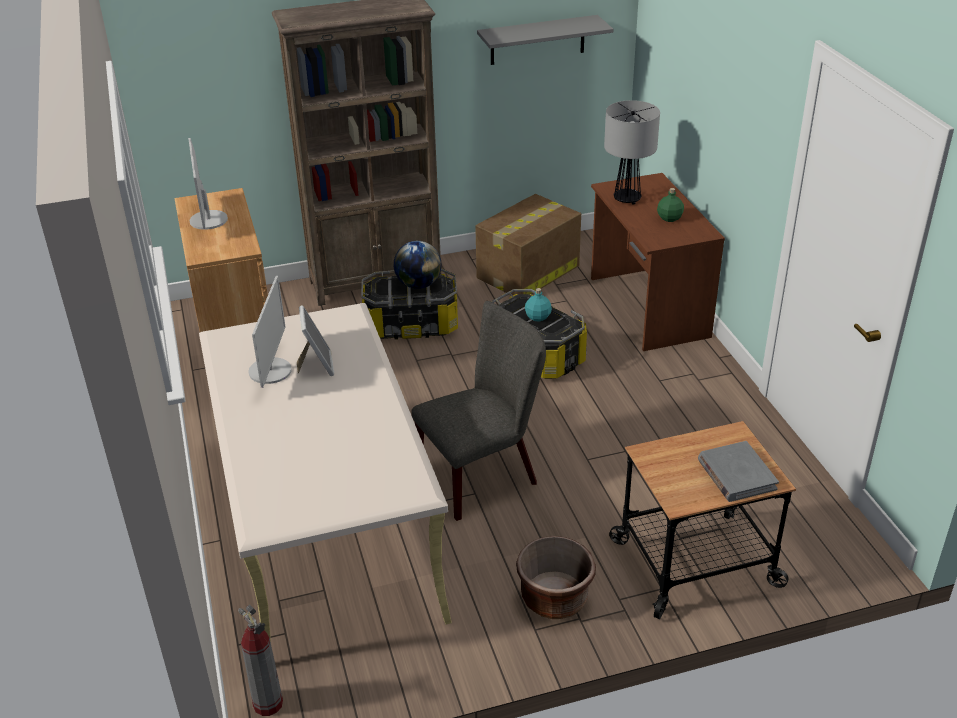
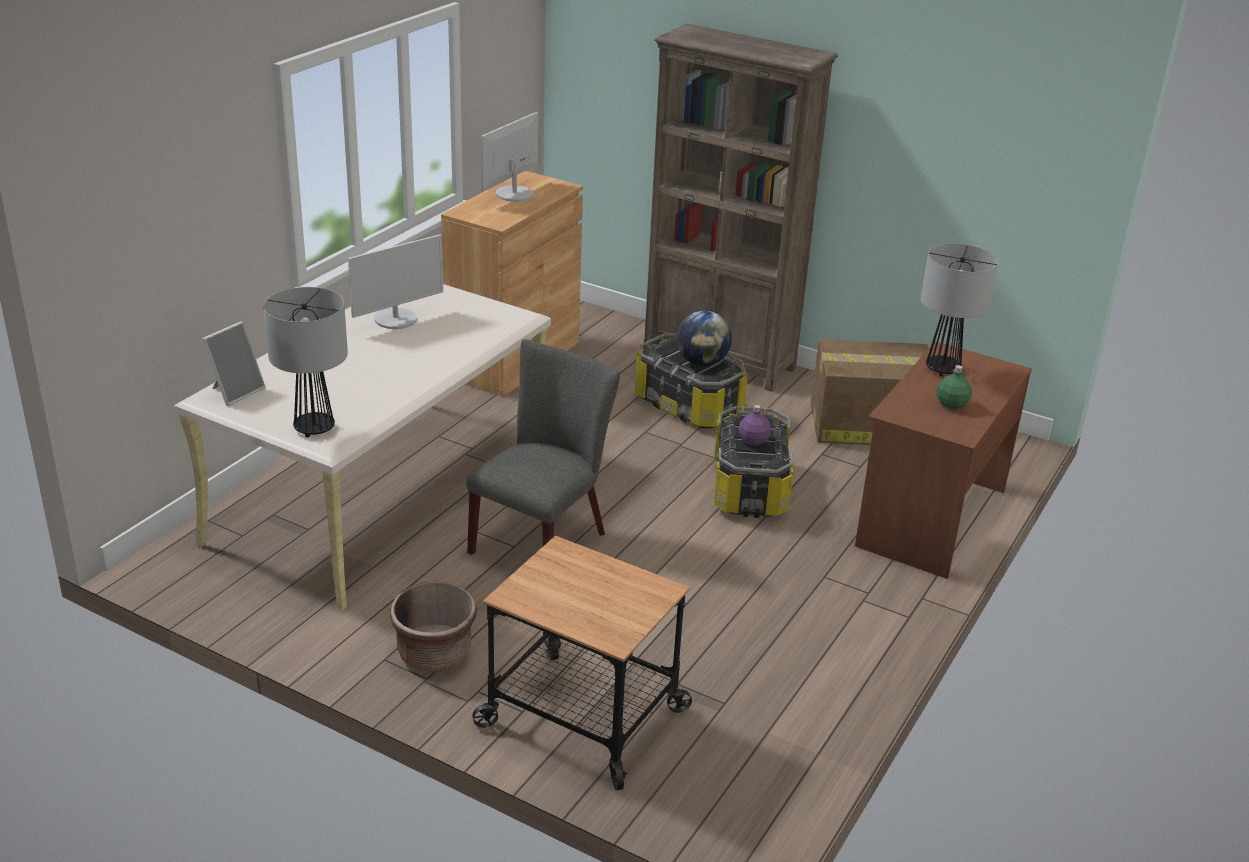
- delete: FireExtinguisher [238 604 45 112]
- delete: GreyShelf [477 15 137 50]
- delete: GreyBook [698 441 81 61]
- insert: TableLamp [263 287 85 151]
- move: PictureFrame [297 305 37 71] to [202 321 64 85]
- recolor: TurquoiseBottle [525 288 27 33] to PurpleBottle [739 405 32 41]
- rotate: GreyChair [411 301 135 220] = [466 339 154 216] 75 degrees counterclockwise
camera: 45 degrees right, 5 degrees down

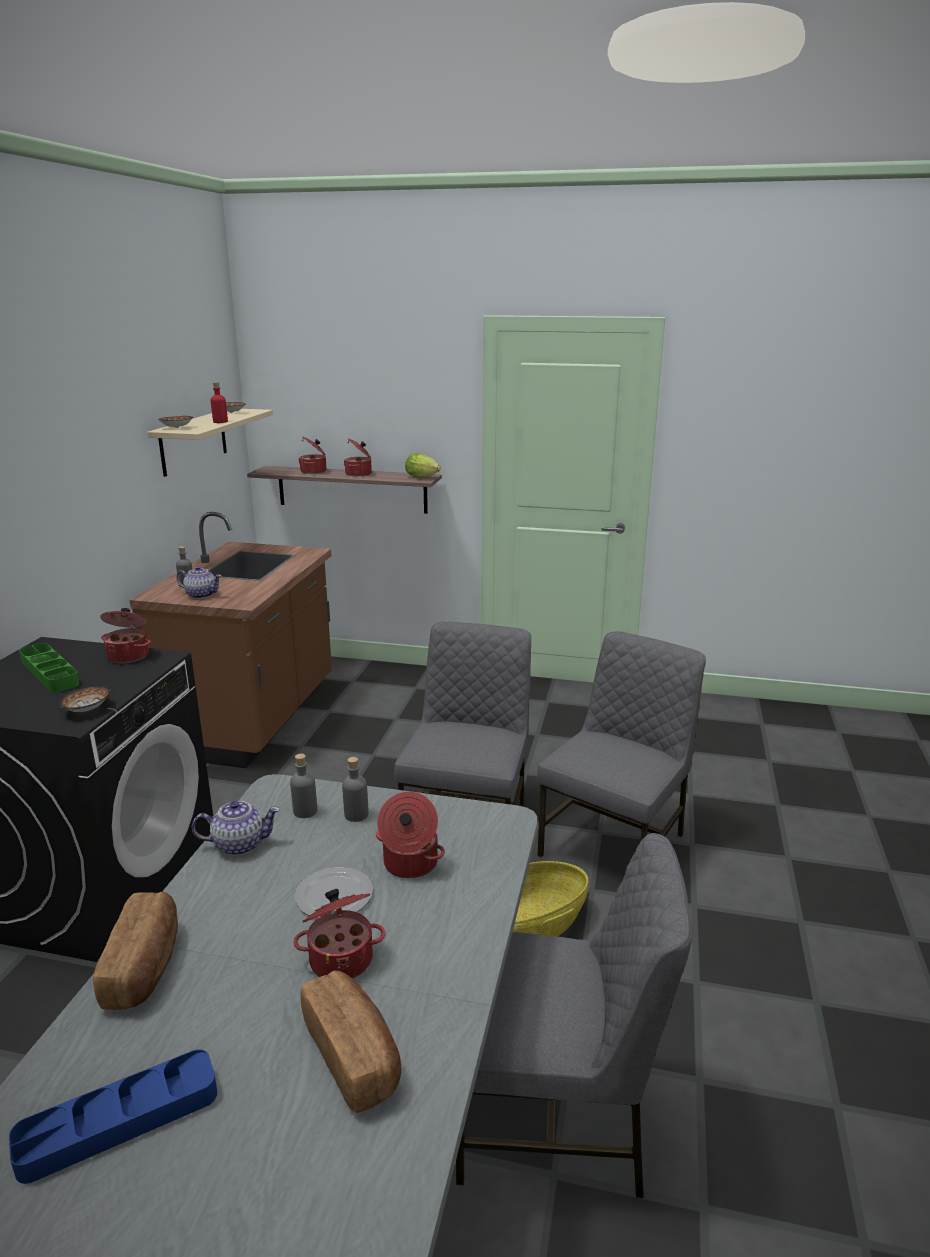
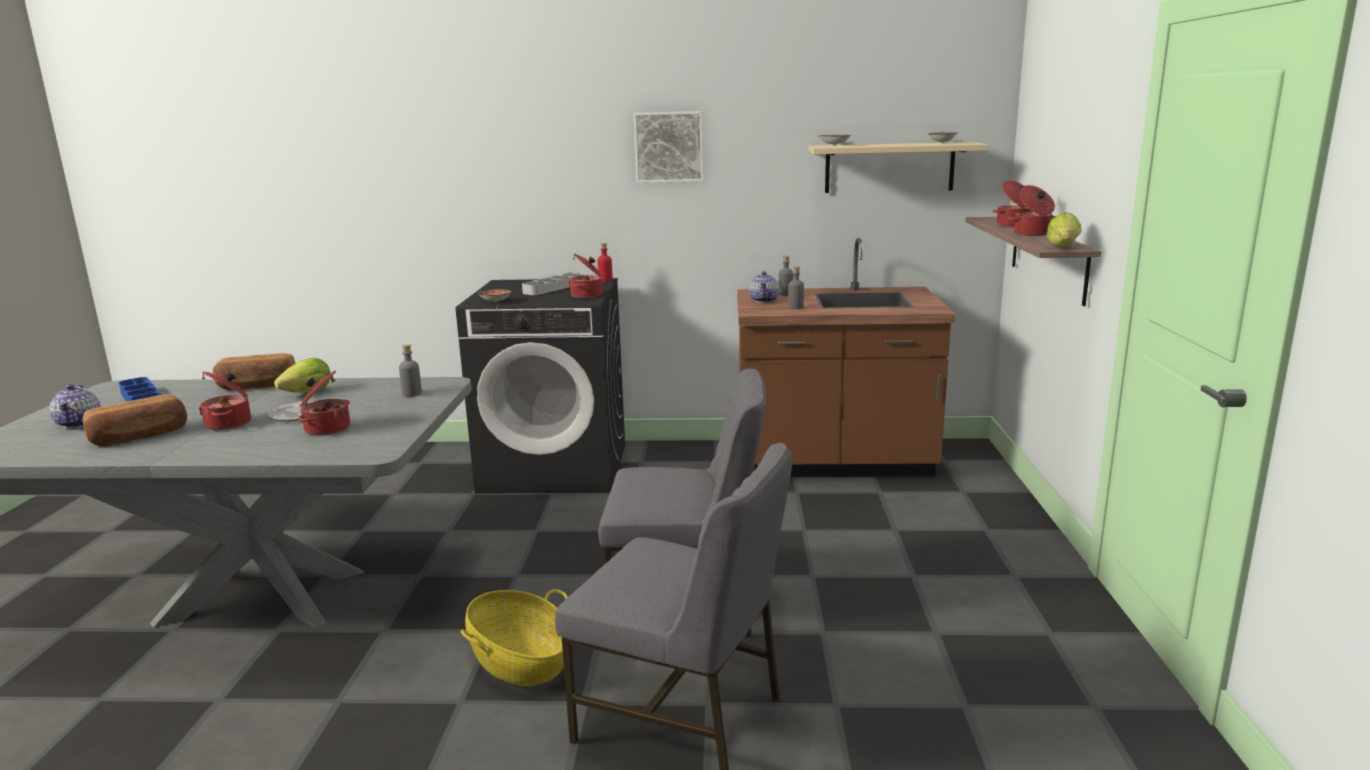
- delete: GreyChair [456 833 236 365]
- insert: Lettuce [274 358 56 35]
- insert: Picture [634 111 70 72]
- move: Teapot [192 801 88 55] to [50 384 51 44]
- move: RedBottle [211 382 17 41] to [597 243 16 40]
- move: GreyBottle [342 757 27 65] to [788 266 16 43]
- recolor: GreenTray [19 643 60 49] to GreyTray [522 272 62 23]
camera: 80 degrees right, 5 degrees down

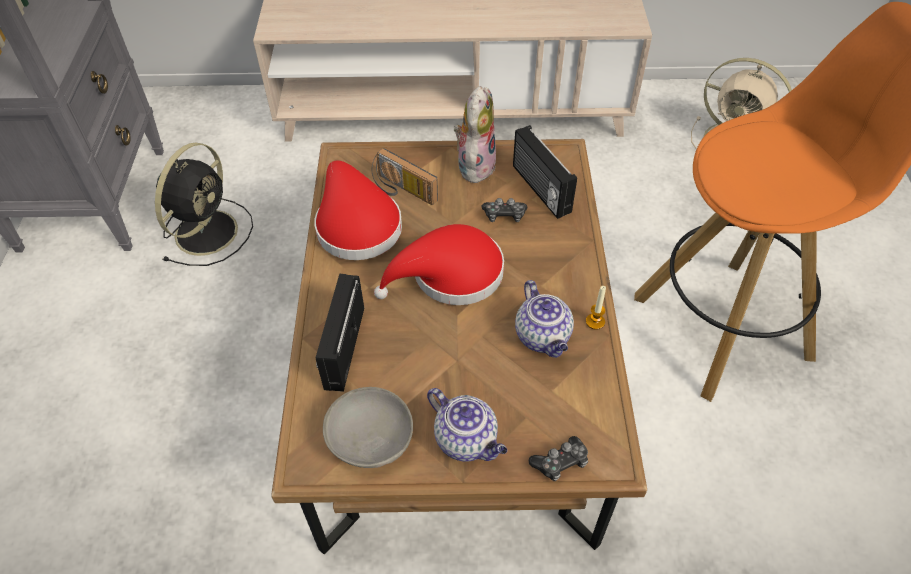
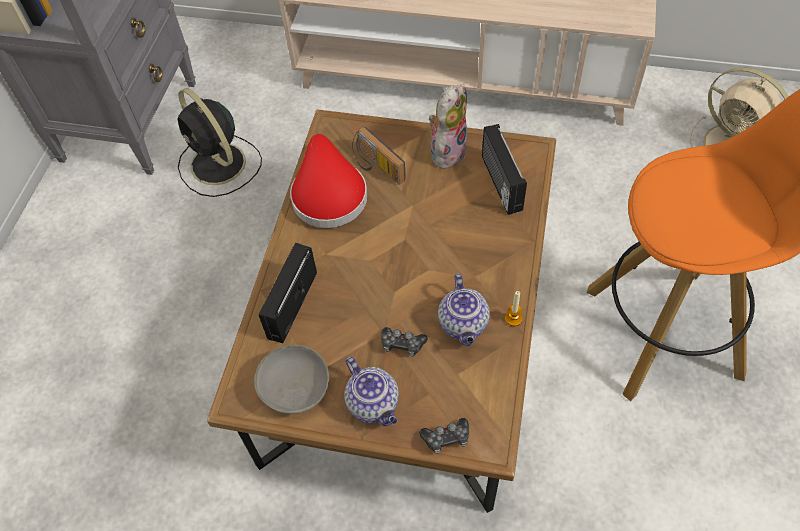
- delete: RedHat [374 224 130 81]
- move: GameController [482 198 45 24] to [381 327 47 30]
- rotate: BlackFan [155 142 98 124] = [178 88 84 109] 105 degrees clockwise
camera: 15 degrees right, 5 degrees up

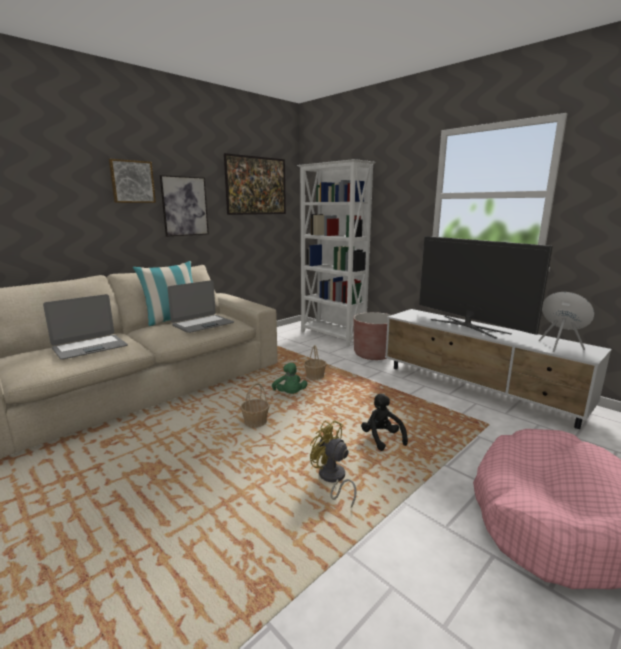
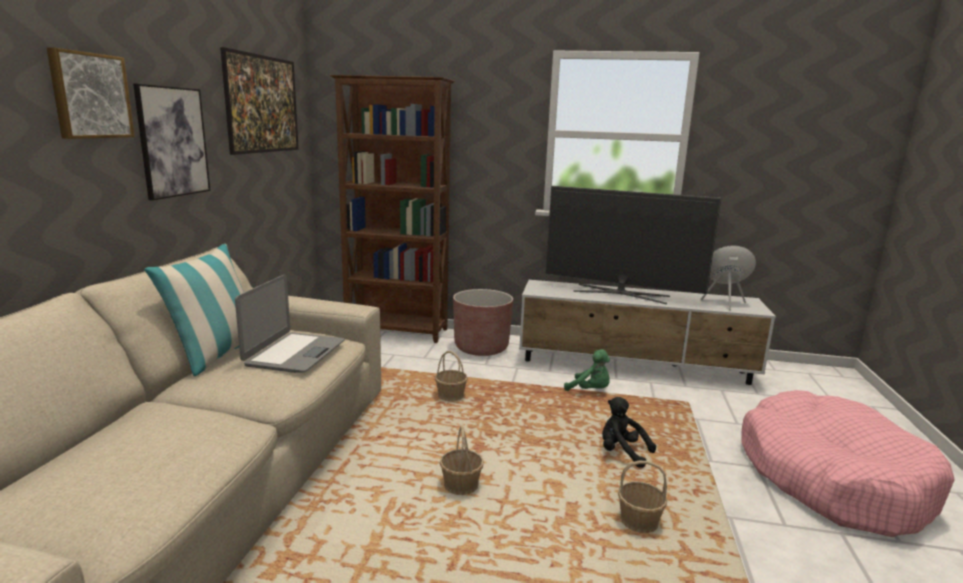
- delete: Laptop [43 294 85 66]
- move: GreenPlushToy [272 363 35 31] to [564 349 46 42]
- replace: YellowFan [310 420 47 88] to Basket [618 461 49 72]
- recolor: WhiteBookcase [297 159 79 188] to BrownBookcase [330 75 125 268]
camera: 35 degrees left, 0 degrees up

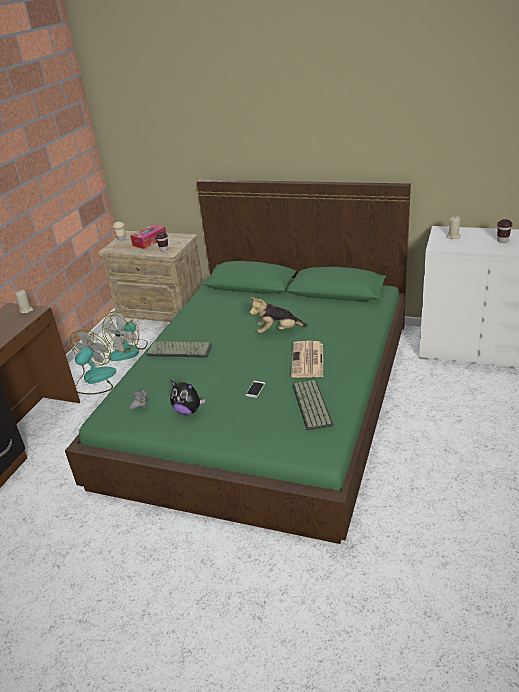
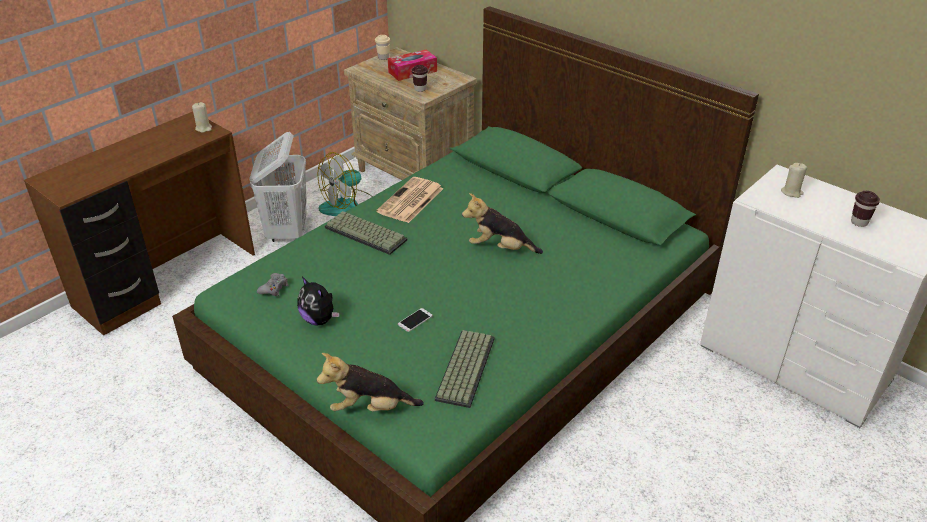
- insert: PlushToy [317 353 107 59]
- move: Newspaper [291 341 32 37] to [376 177 68 46]
- replace: Fan [70 330 47 64] to WhiteLaundryBasket [249 132 58 110]
camera: 20 degrees right, 5 degrees up

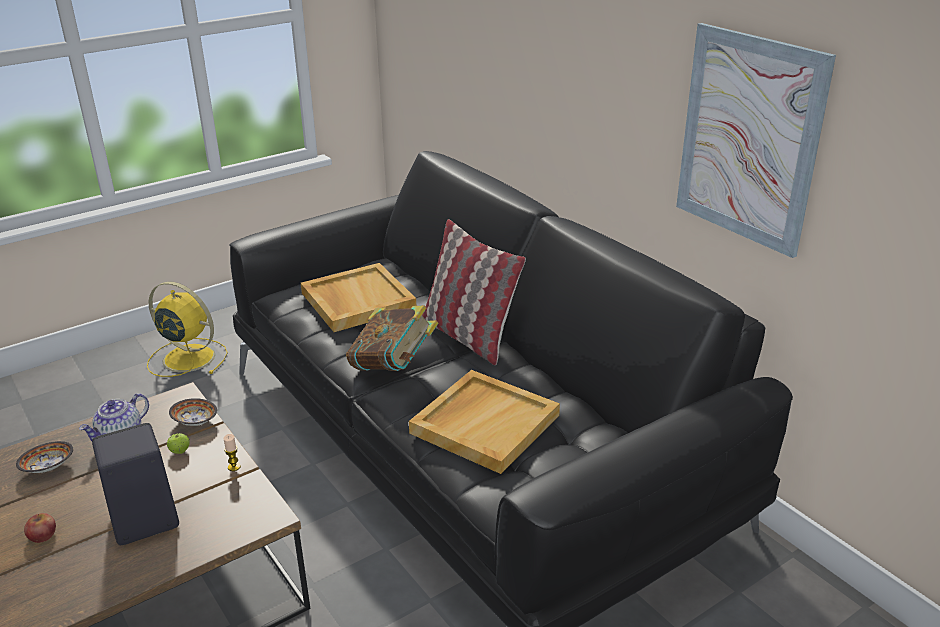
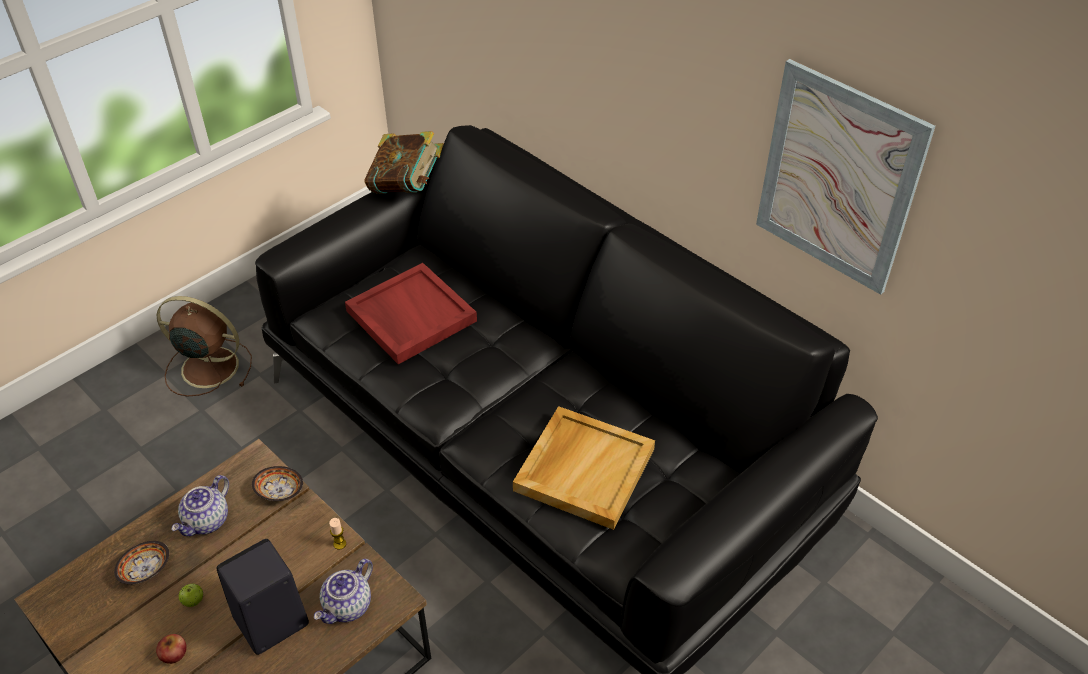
- delete: Pillow [422 219 104 146]
- insert: Teapot [314 559 59 65]
- move: Apple [167 433 23 21] to [179 583 24 24]
- move: Book [346 305 92 66] to [365 131 79 63]
- recolor: YellowFan [147 281 81 96] to BrownFan [157 296 95 101]
- recolor: BeigeTray [301 263 115 69] to RedTray [345 263 132 101]
camera: 10 degrees left, 15 degrees up

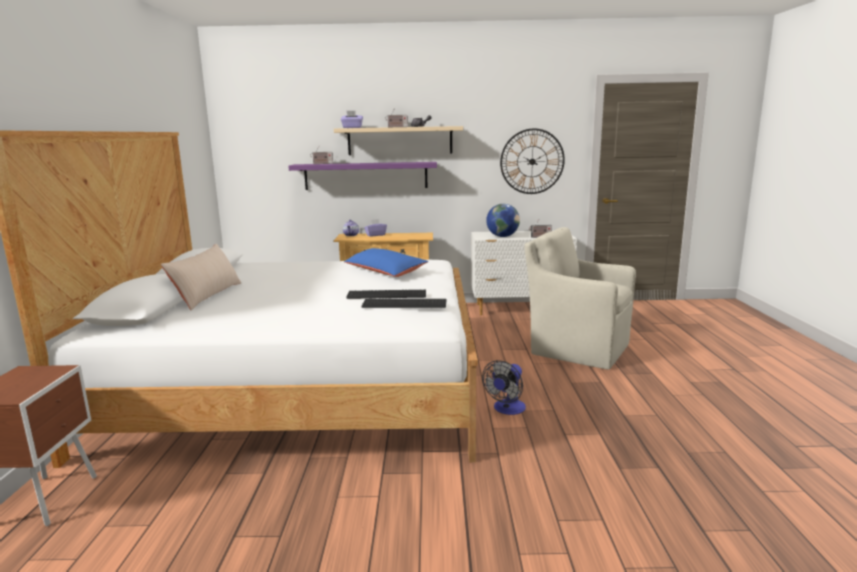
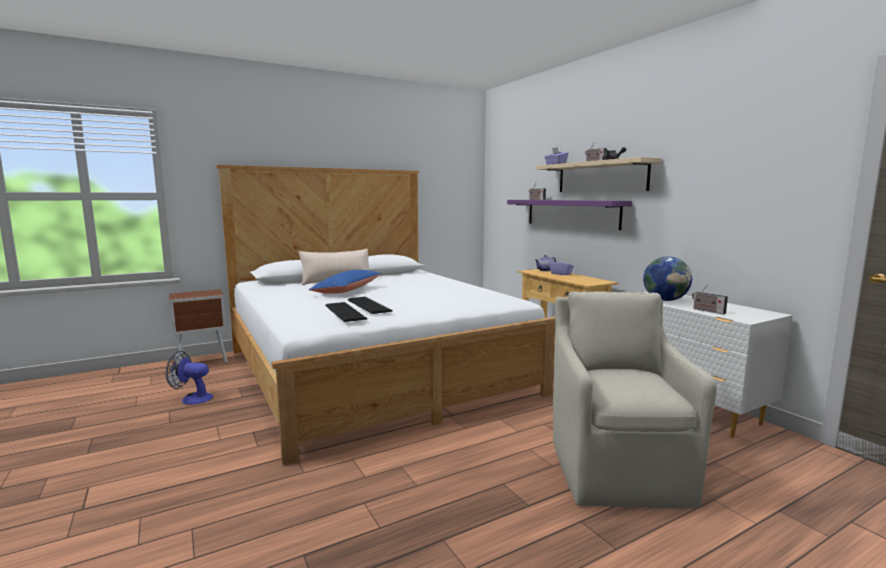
- delete: WallClock [500 128 65 66]
- move: BluePillow [344 248 84 29] to [309 270 73 24]
- move: Fan [482 360 44 55] to [166 351 47 54]
camera: 60 degrees right, 5 degrees down

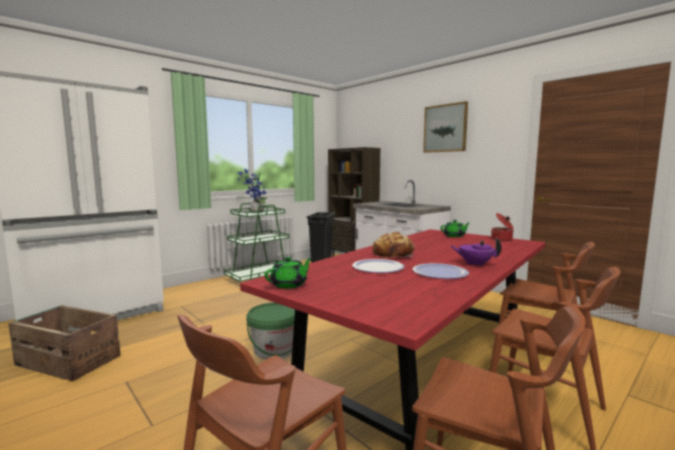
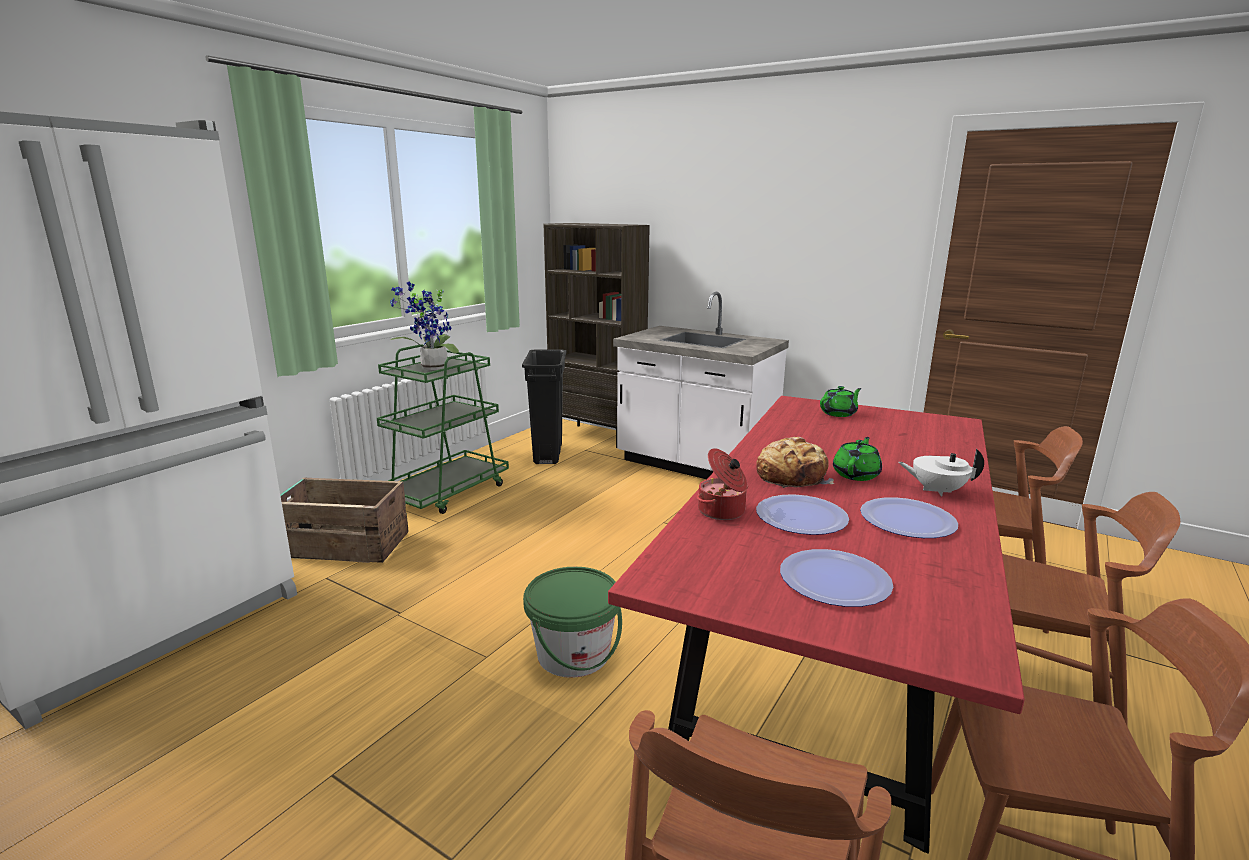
- delete: Picture [423 101 45 52]
- insert: Plate [780 549 113 58]
- move: Crate [8 305 113 76] to [280 478 129 85]
- move: GreenTeapot [264 257 48 32] to [833 437 49 44]
- move: CookingPot [491 213 23 28] to [696 448 52 72]
- recolor: PurpleTeapot [451 238 51 28] to WhiteTeapot [898 449 86 47]
camera: 15 degrees left, 10 degrees up

